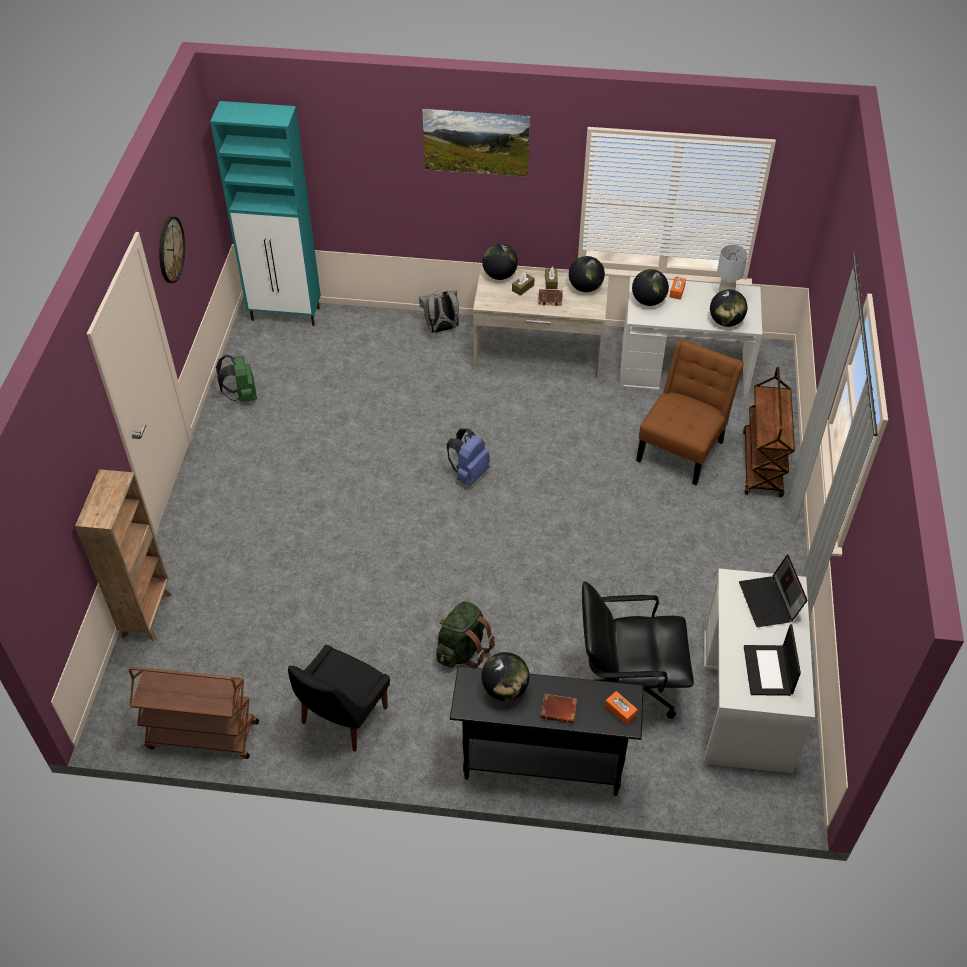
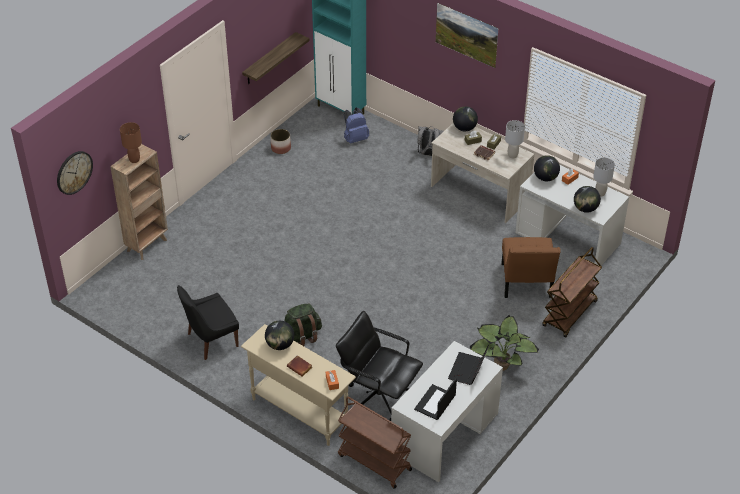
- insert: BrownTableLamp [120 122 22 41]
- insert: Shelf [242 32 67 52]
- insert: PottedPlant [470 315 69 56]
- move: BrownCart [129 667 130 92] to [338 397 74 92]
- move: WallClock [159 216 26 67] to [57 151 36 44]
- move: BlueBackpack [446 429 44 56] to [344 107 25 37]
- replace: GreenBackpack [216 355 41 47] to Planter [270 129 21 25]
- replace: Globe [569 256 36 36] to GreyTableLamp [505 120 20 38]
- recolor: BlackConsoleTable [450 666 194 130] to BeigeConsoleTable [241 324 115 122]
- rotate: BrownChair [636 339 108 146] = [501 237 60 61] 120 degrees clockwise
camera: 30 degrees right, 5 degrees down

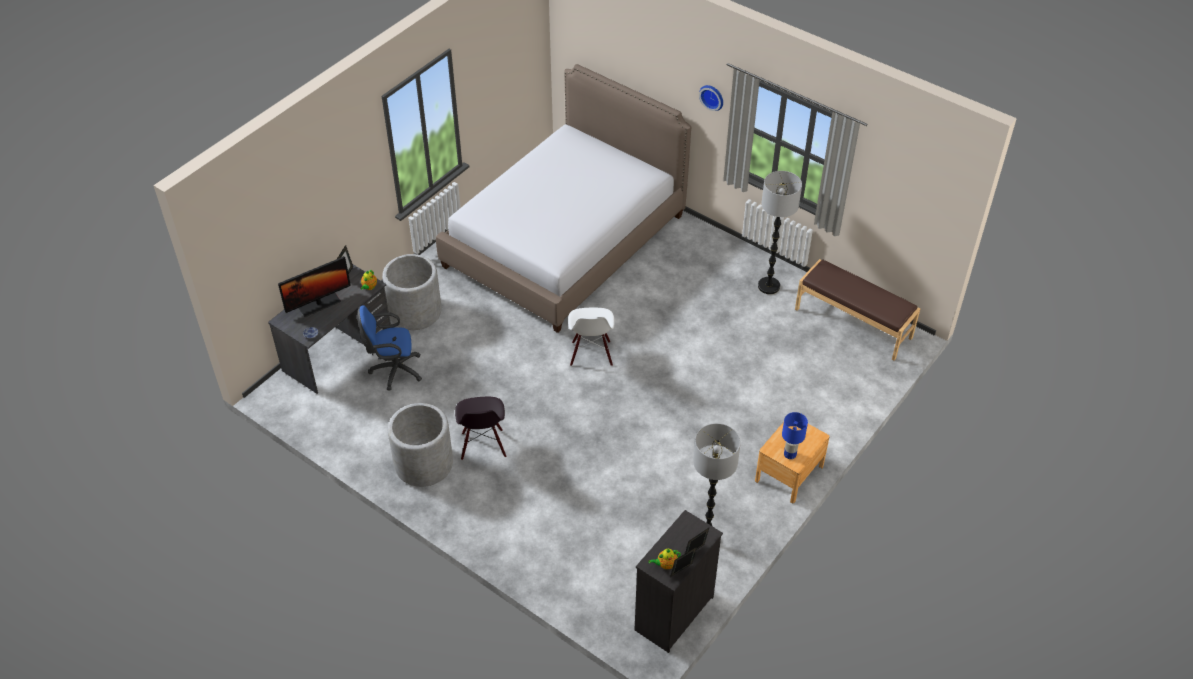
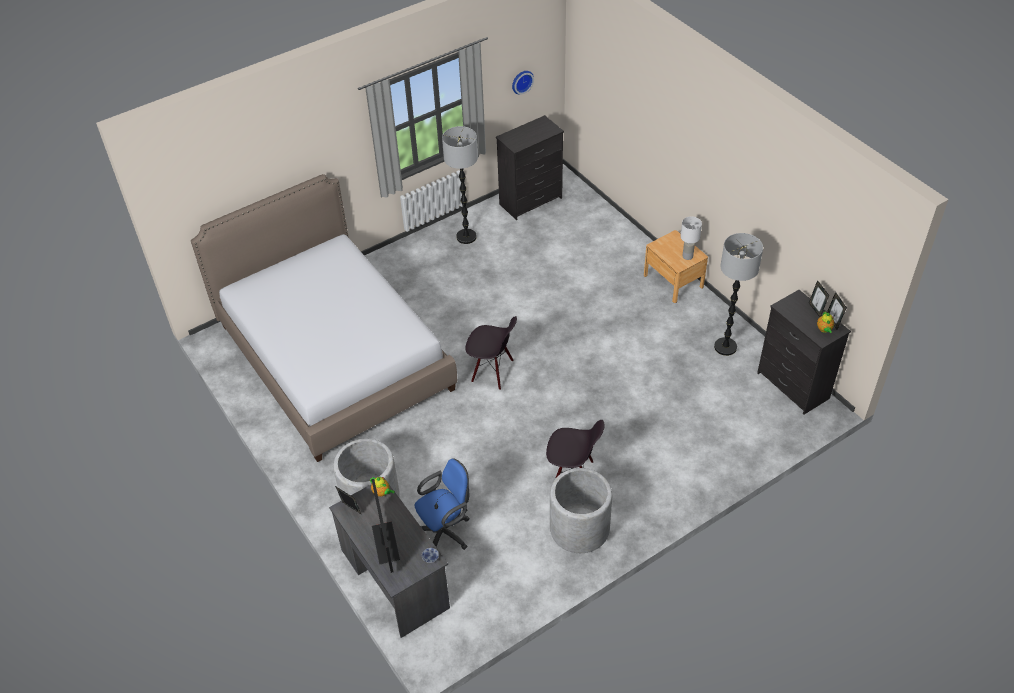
- move: WallClock [699 85 24 26] to [512 71 22 23]
- replace: BrownBench [795 259 125 101] to BlackDresser [496 115 68 105]
- recolor: WhiteChair [568 308 46 58] to BlackChair [465 316 52 74]
- recolor: BlueTableLamp [782 412 26 47] to WhiteTableLamp [680 216 22 44]
- rotate: BlueOfficeChair [357 305 65 86] = [415 458 55 92] 135 degrees counterclockwise
camera: 70 degrees left, 0 degrees up

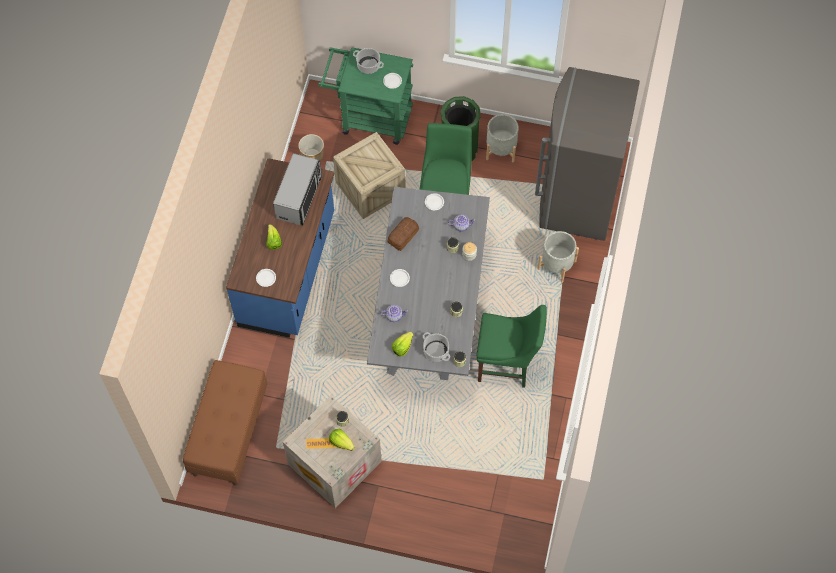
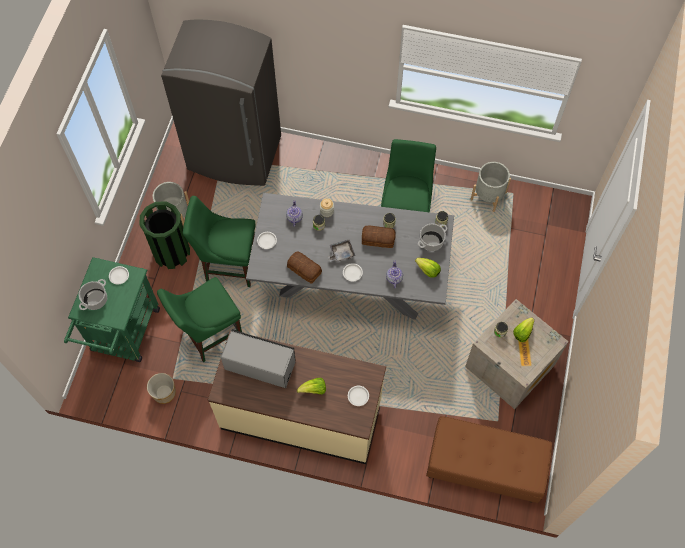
- insert: GreyTray [328 240 27 22]
- insert: Bread [362 225 34 23]
- move: GreyPlanter [538 231 41 52] to [471 162 40 50]
- replace: Crate [333 132 73 87] to GreenChair [157 277 85 85]
- recolor: BlueCounter [226 158 108 180] to BeigeCounter [208 331 178 133]
camera: 90 degrees left, 0 degrees up

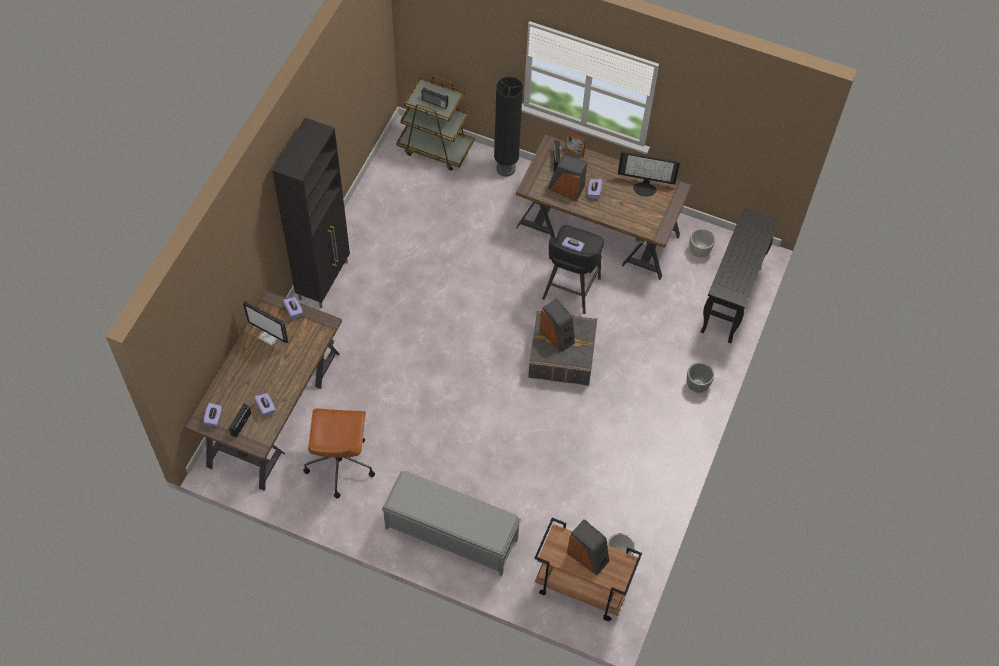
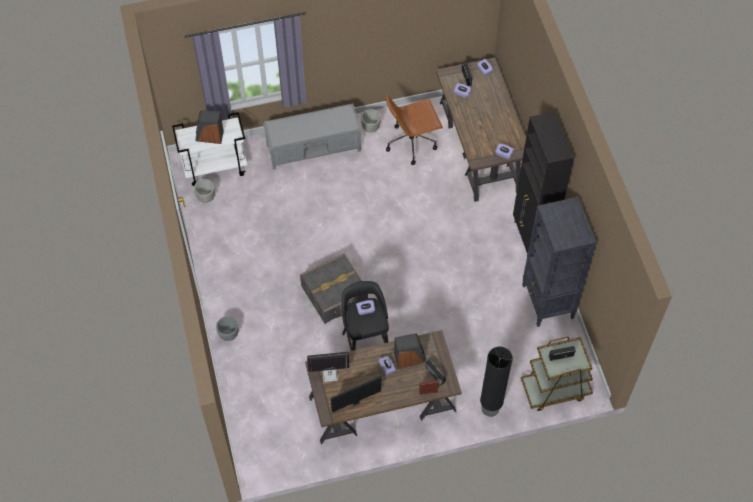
- delete: Speaker [539 298 36 55]
- delete: BlackConsoleTable [700 207 79 136]
- insert: BlackBookcase [522 197 75 130]
- move: Monitor [243 300 46 46] to [307 352 42 30]
- move: GreyPlanter [689 228 26 29] to [361 109 20 24]
- recolor: BrownCart [534 518 108 103] to WhiteCart [172 112 75 74]
- rotate: BrownOfficeChair [303 409 72 89] = [386 95 57 70] 75 degrees counterclockwise
camera: 145 degrees right, 0 degrees up

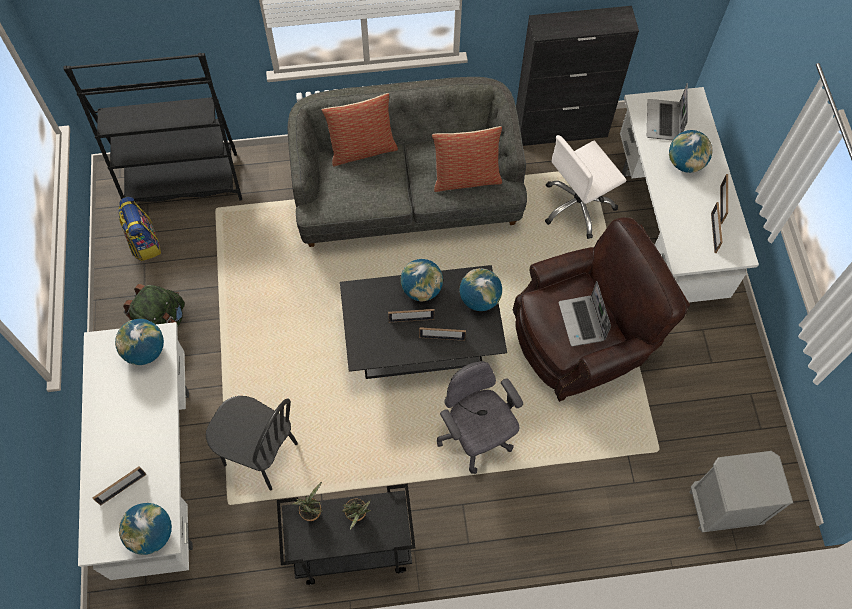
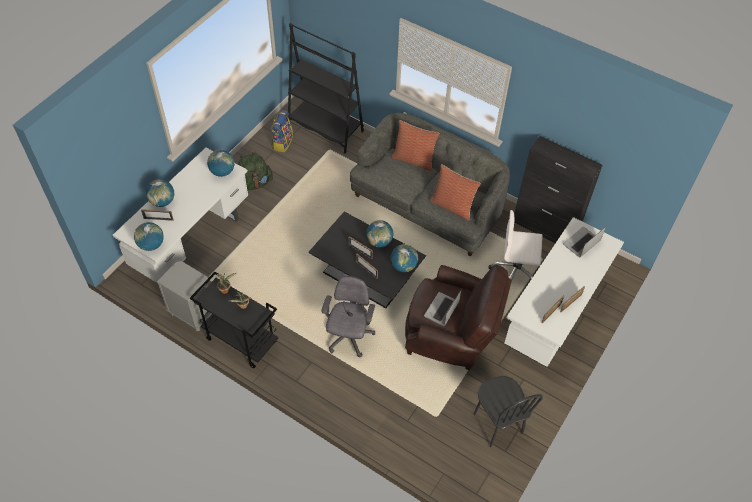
- move: BlackChair [206 396 92 95] to [474 376 69 71]
- move: Globe [669 130 44 43] to [146 179 28 28]
- move: GreyNightstand [689 451 104 81] to [157 261 54 70]
camera: 40 degrees right, 10 degrees down

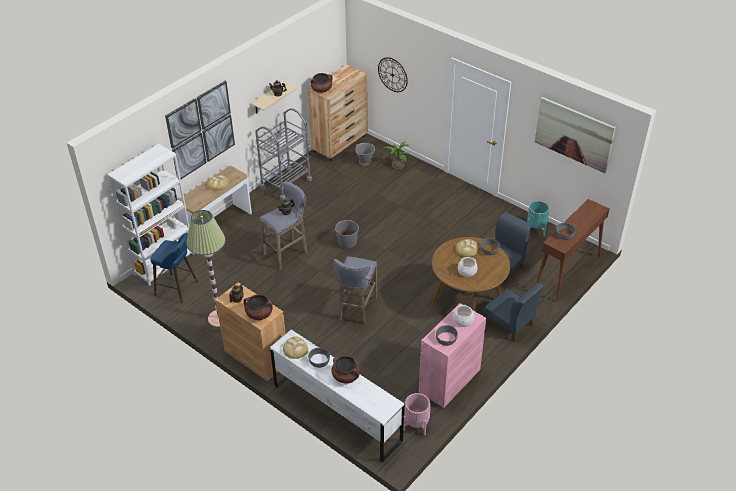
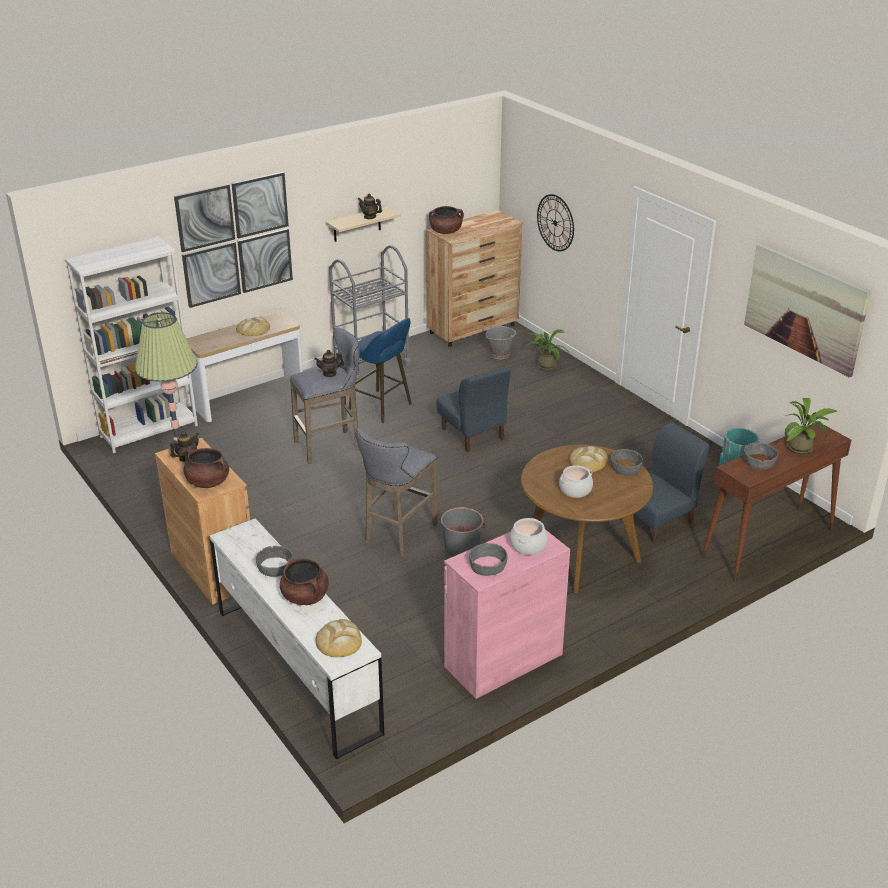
- delete: PinkPlanter [403 393 28 42]
- insert: PottedPlant [785 398 53 56]
- move: BlueStool [150 233 48 71] to [349 318 63 105]
- move: Bread [283 337 25 22] to [316 619 46 38]
- move: GreyBucket [335 220 25 29] to [441 507 44 50]
- move: BlueChair [484 283 60 59] to [436 367 75 85]
camera: 15 degrees right, 10 degrees down

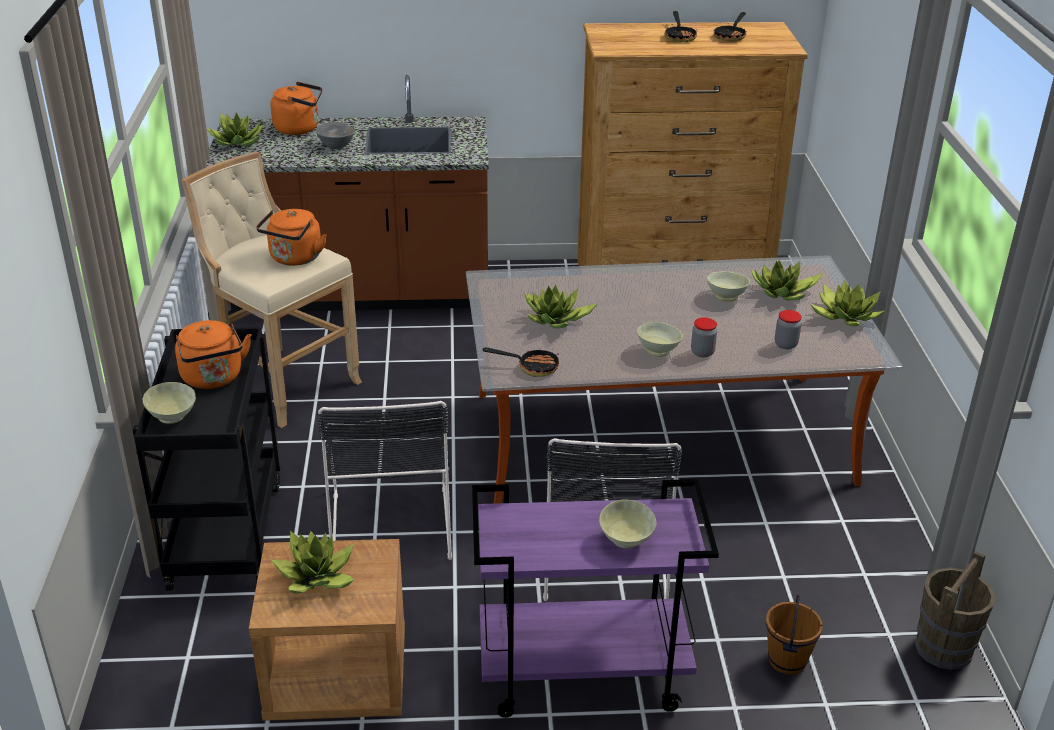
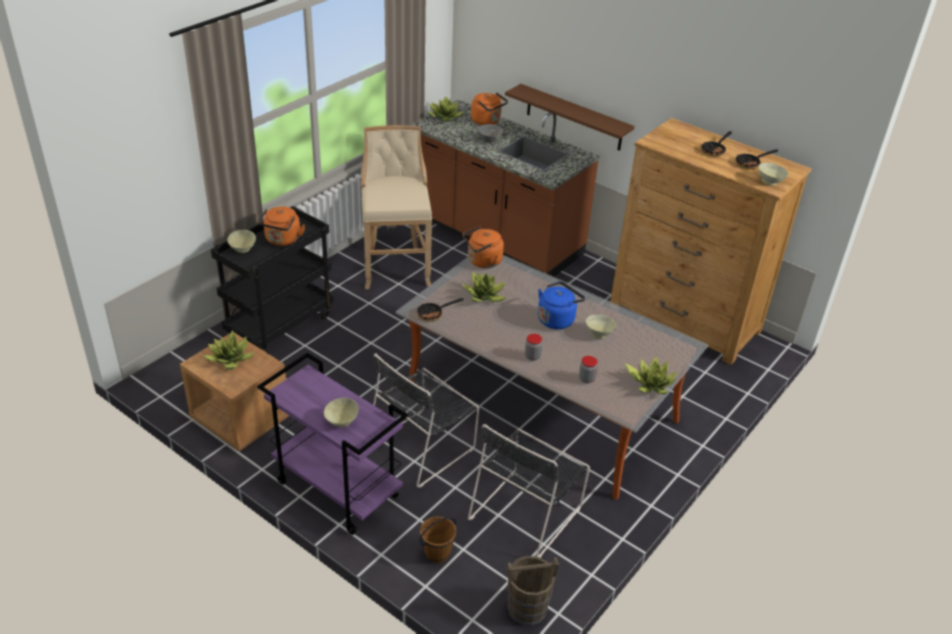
- delete: PottedPlant [751 260 73 41]
- insert: BrownShelf [505 84 130 67]
- insert: BlueKettle [538 281 47 48]
- move: OrangeKettle [256 209 71 57] to [462 226 42 42]
- move: BlackChair [317 401 135 159] to [468 424 122 134]
- move: BeigeBowl [637 322 46 35] to [758 162 31 24]
- rotate: FryingPan [483 348 76 29] = [417 298 47 23] 105 degrees clockwise
camera: 40 degrees right, 5 degrees up

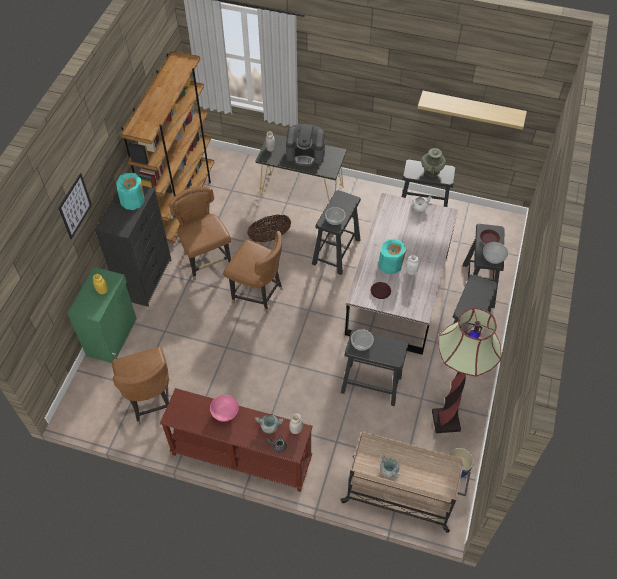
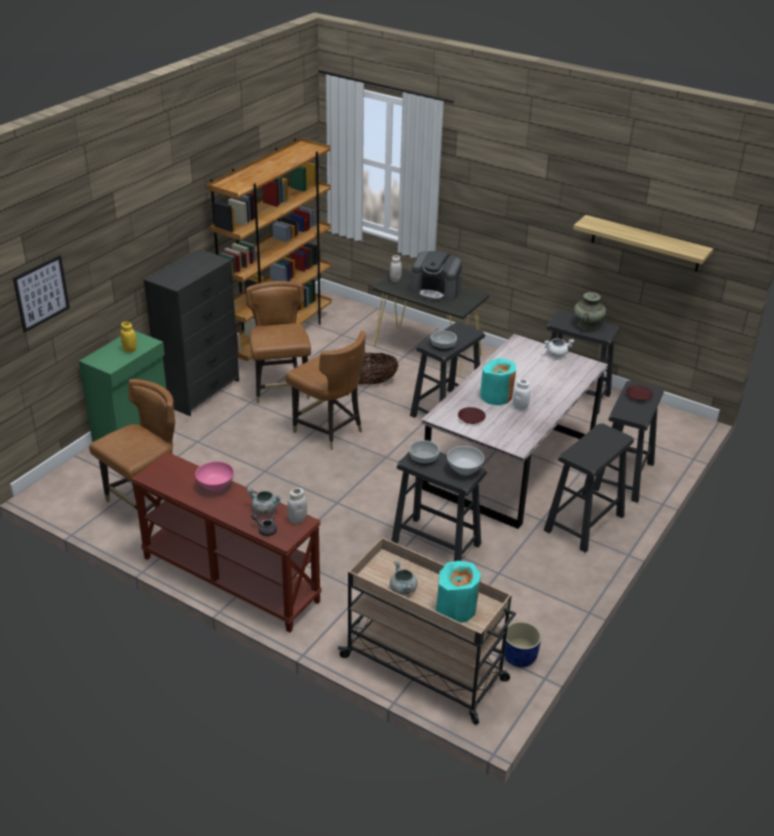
- delete: FloorLamp [432 307 70 126]
- move: Picture [58 173 34 66] to [13 255 57 78]
- move: TurquoiseVase [116 173 29 37] to [436 561 45 62]
- move: WhiteBowl [483 242 25 22] to [447 446 37 29]
- rotate: BrownChair [112 347 58 79] = [89 379 86 134] 135 degrees counterclockwise
camera: 15 degrees right, 20 degrees down

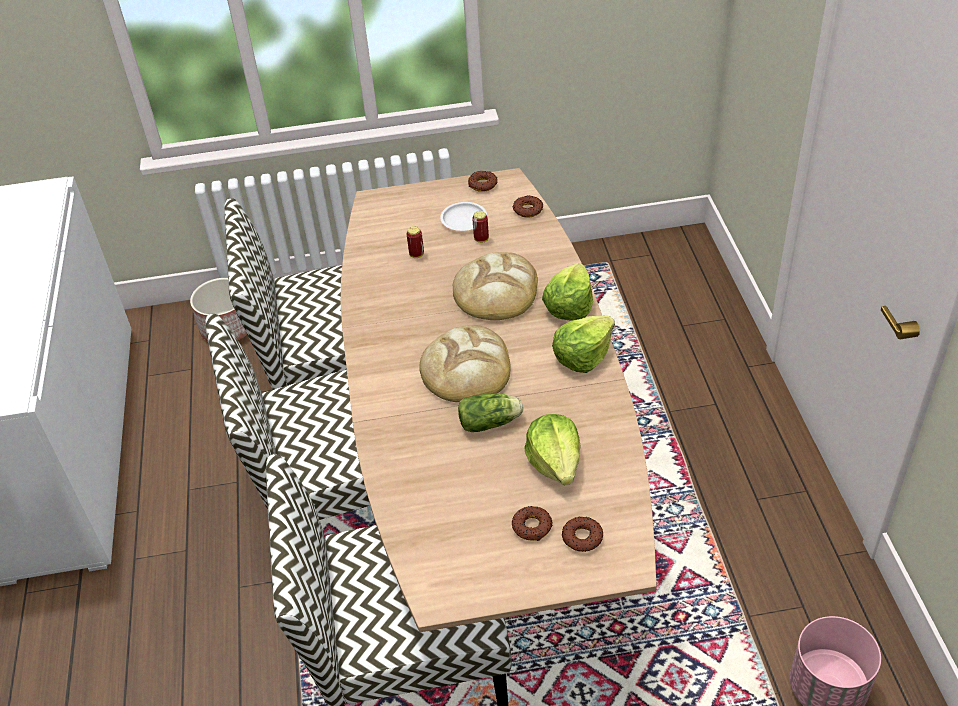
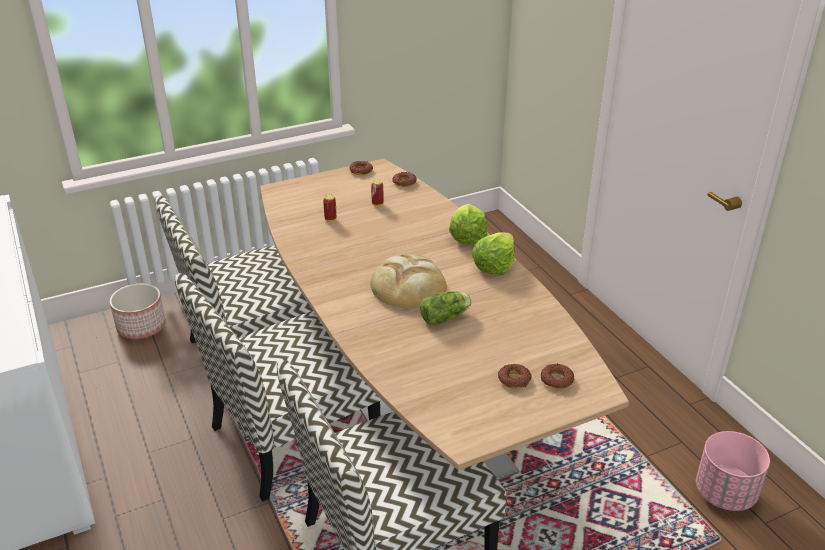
- delete: WhitePlate [440 202 47 29]
- delete: Bread [453 252 85 68]
- delete: Lettuce [524 414 57 71]
camera: 20 degrees left, 10 degrees down

